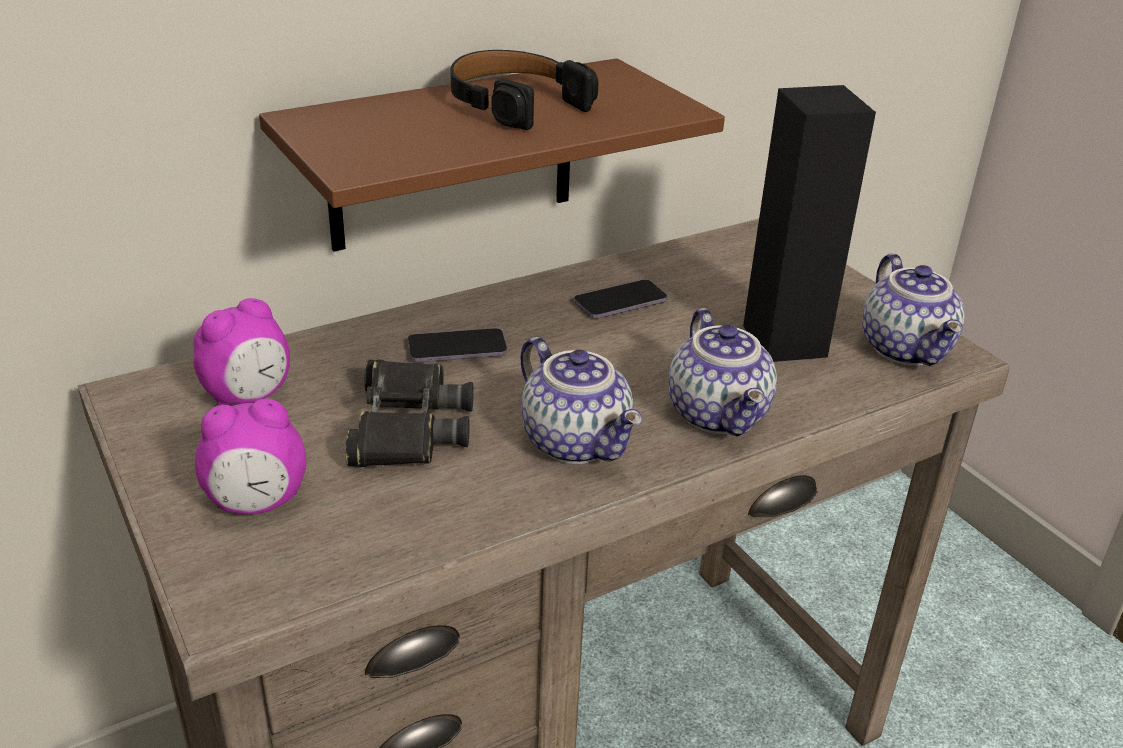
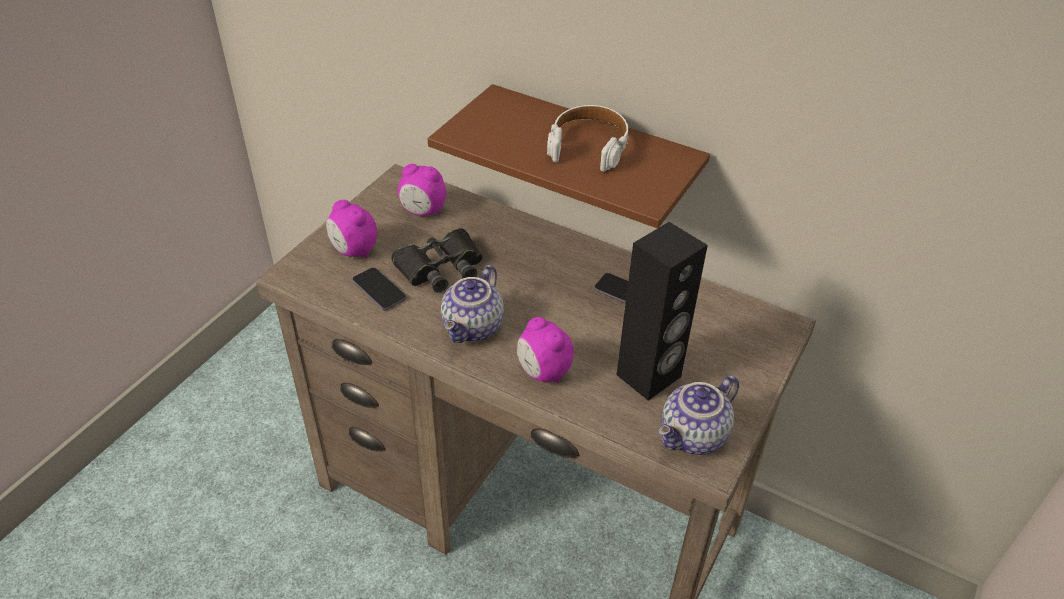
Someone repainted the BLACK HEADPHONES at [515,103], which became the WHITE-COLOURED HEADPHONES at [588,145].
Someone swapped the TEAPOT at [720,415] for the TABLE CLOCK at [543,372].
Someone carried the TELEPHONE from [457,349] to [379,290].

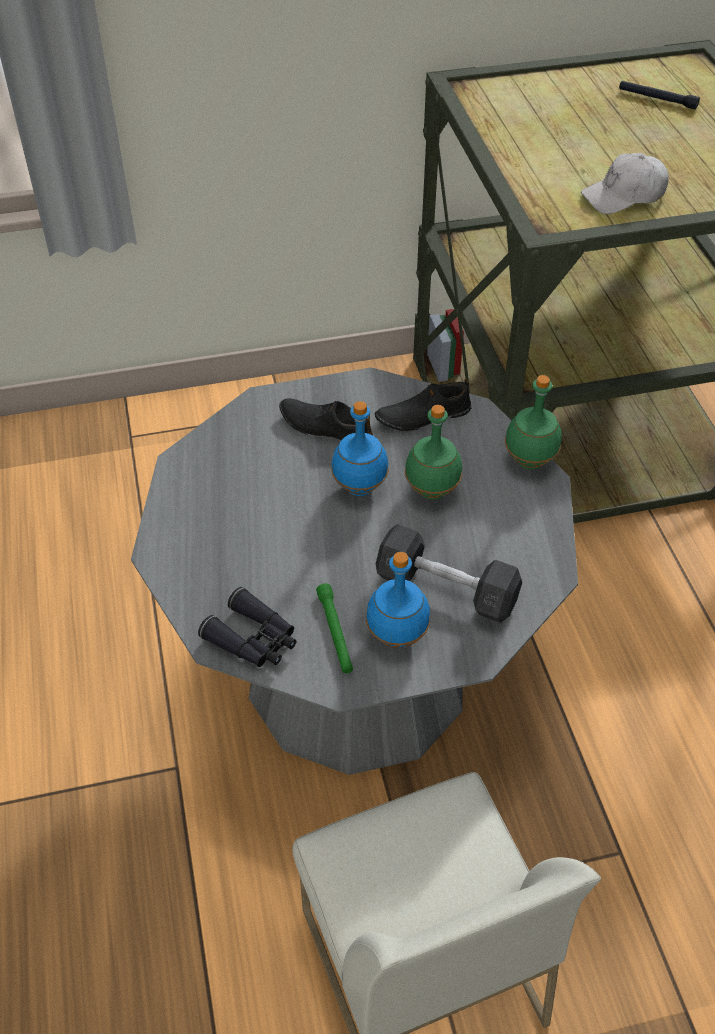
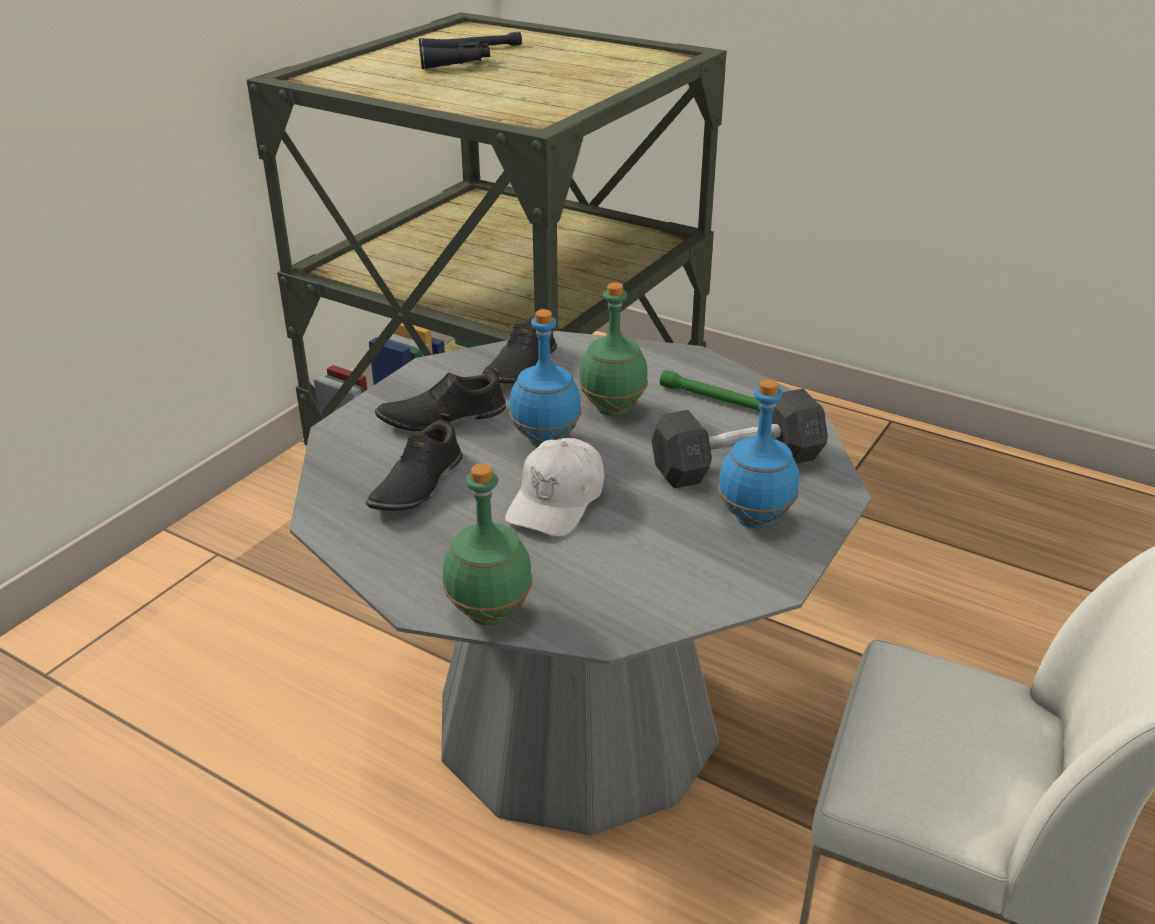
Someone carried the WHITE-COLOURED CAP from [624,196] to [557,501].
Someone carried the GREEN BOTTLE from [530,462] to [490,614].
Someone carried the GREEN HAND TORCH from [335,632] to [712,399].
Someone carried the BLACK BINOCULARS from [254,639] to [455,63].
Someone put down the BLACK SHOE at [416,484].

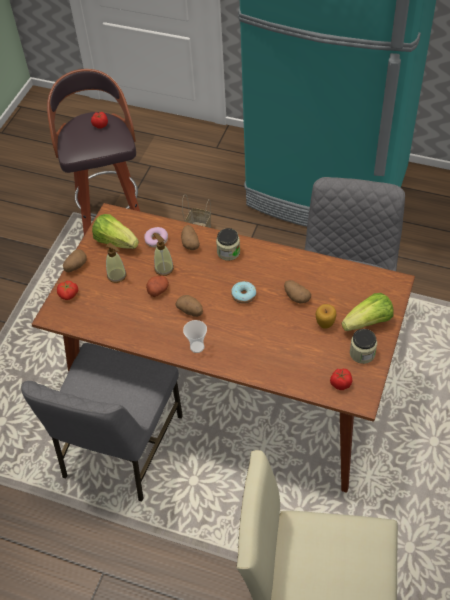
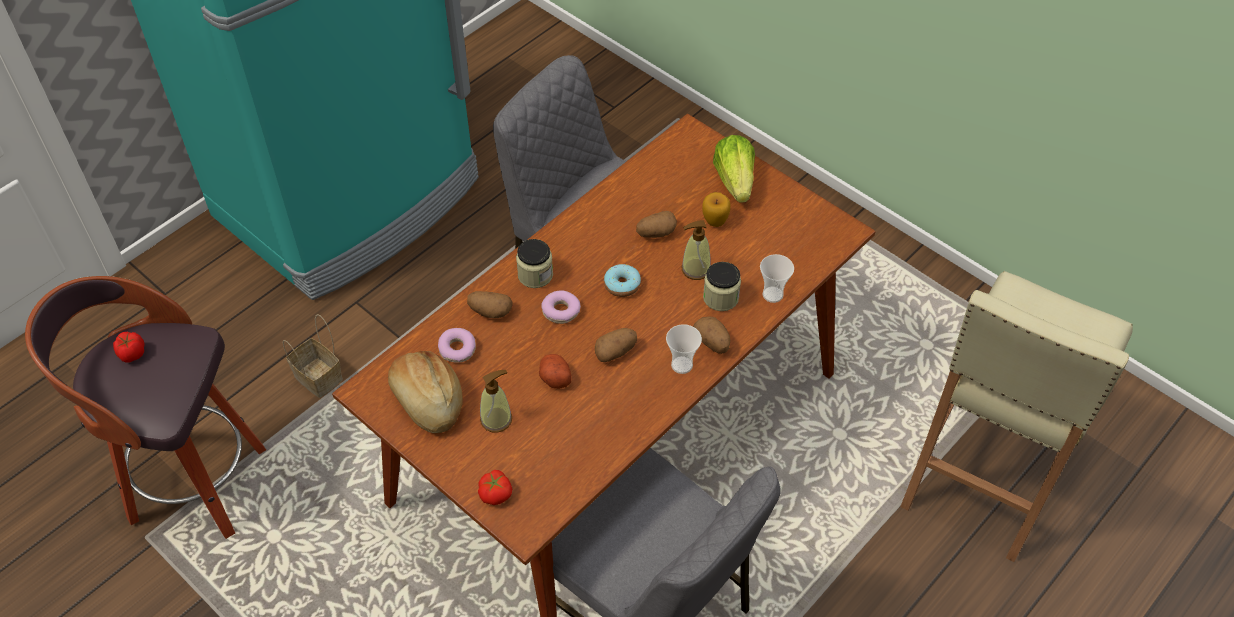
Someone swapped the LETTUCE at [115,241] for the BREAD at [427,401].
Someone carried the SOAP BOTTLE from [164,268] to [695,269].
Someone carried the POTATO from [75,266] to [712,342].
Someone carried the JAR from [362,353] to [721,298].
Someone took away the FRESH TOMATO at [340,383].
Someone put down the CUP at [772,294].
Someone put down the DOUGHNUT at [561,311].

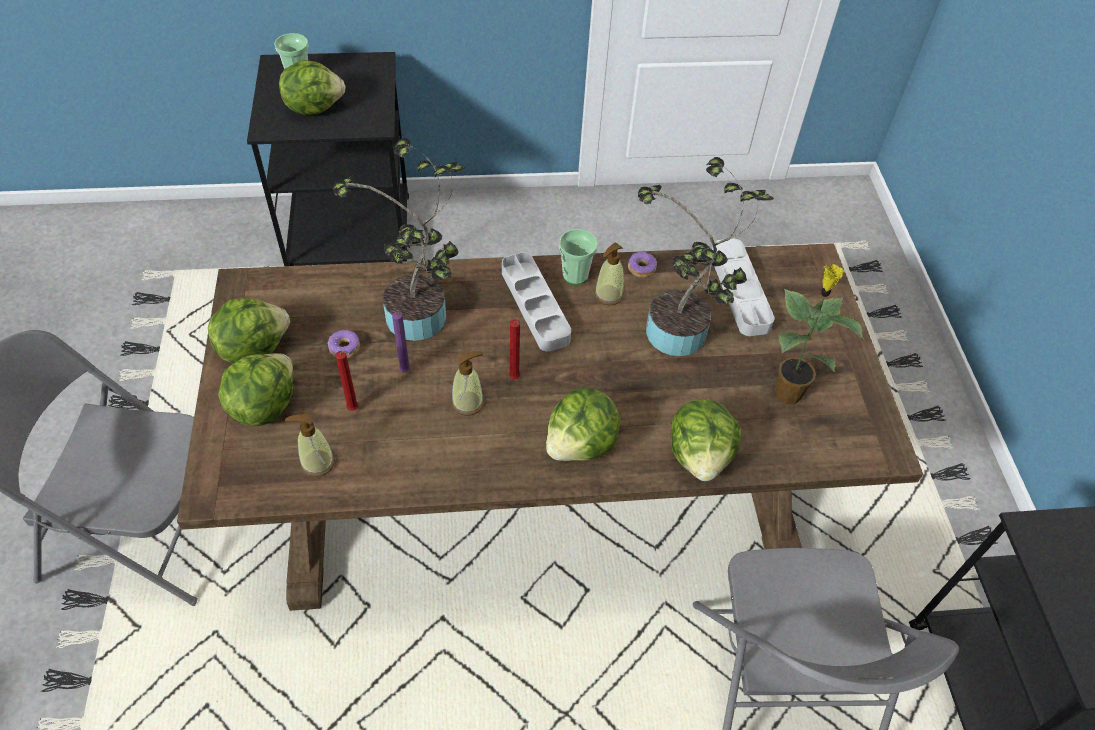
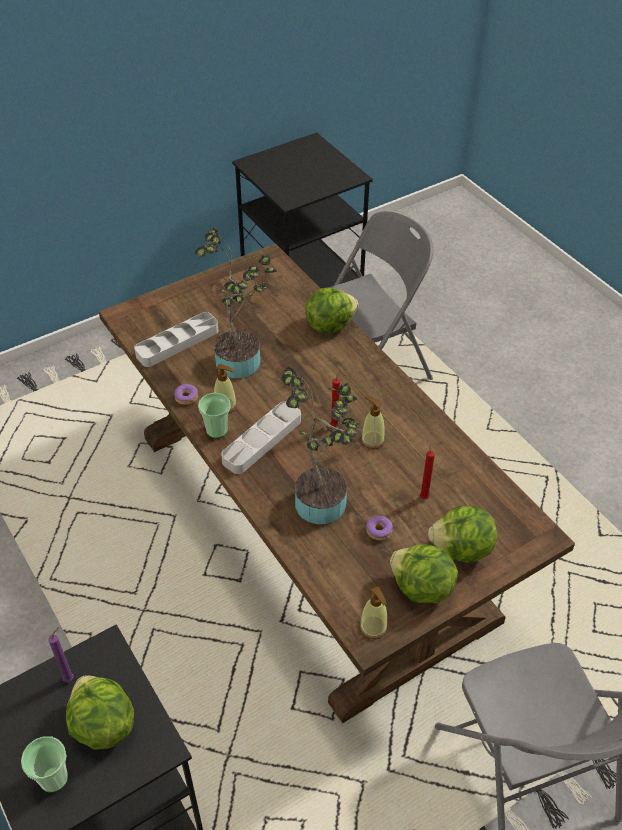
Someone took away the POTTED PLANT at [788,391].
Someone carried the PURPLE-COLOURED WAX LIGHT from [405,372] to [70,678].
Someone took away the LETTUCE at [581,444].
Someone carried the SOAP BOTTLE from [317,462] to [373,627].

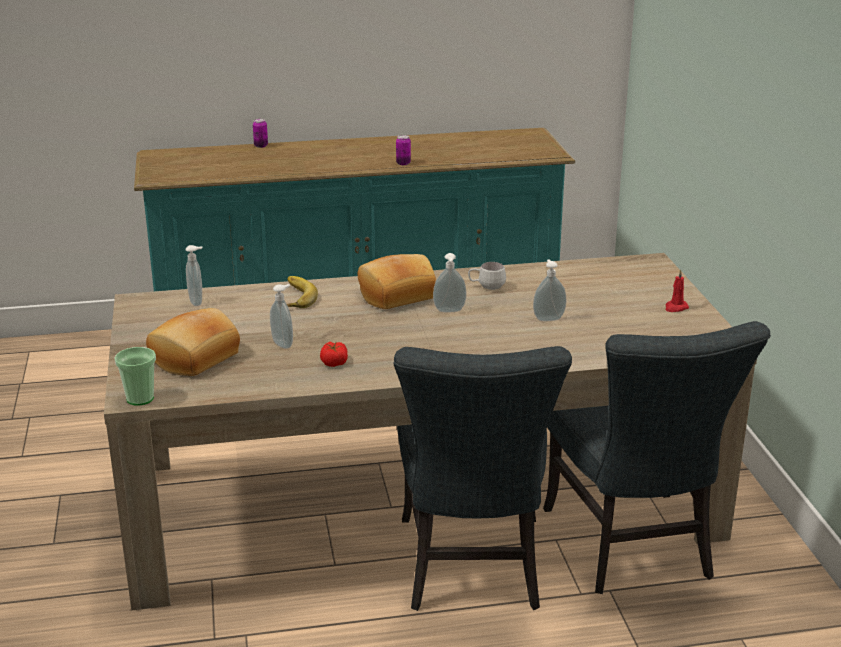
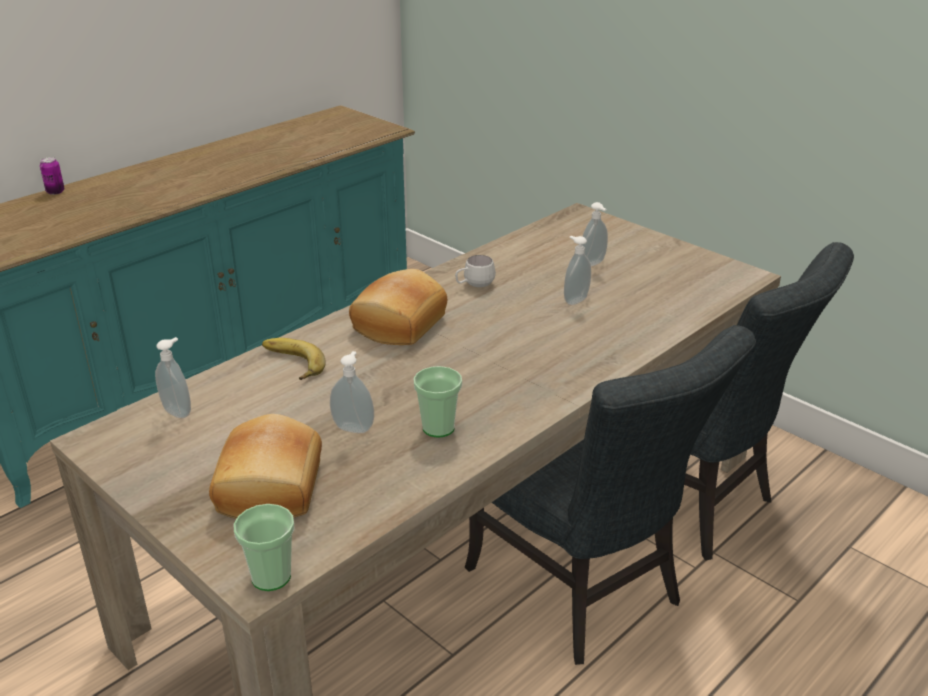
Someone took away the METAL CAN at [403,163].
Someone carried the SOAP BOTTLE from [449,311] to [594,264].
Someone took away the RED-COLOURED WAX LIGHT at [675,308].
Someone swapped the FRESH TOMATO at [334,362] for the CUP at [438,428].

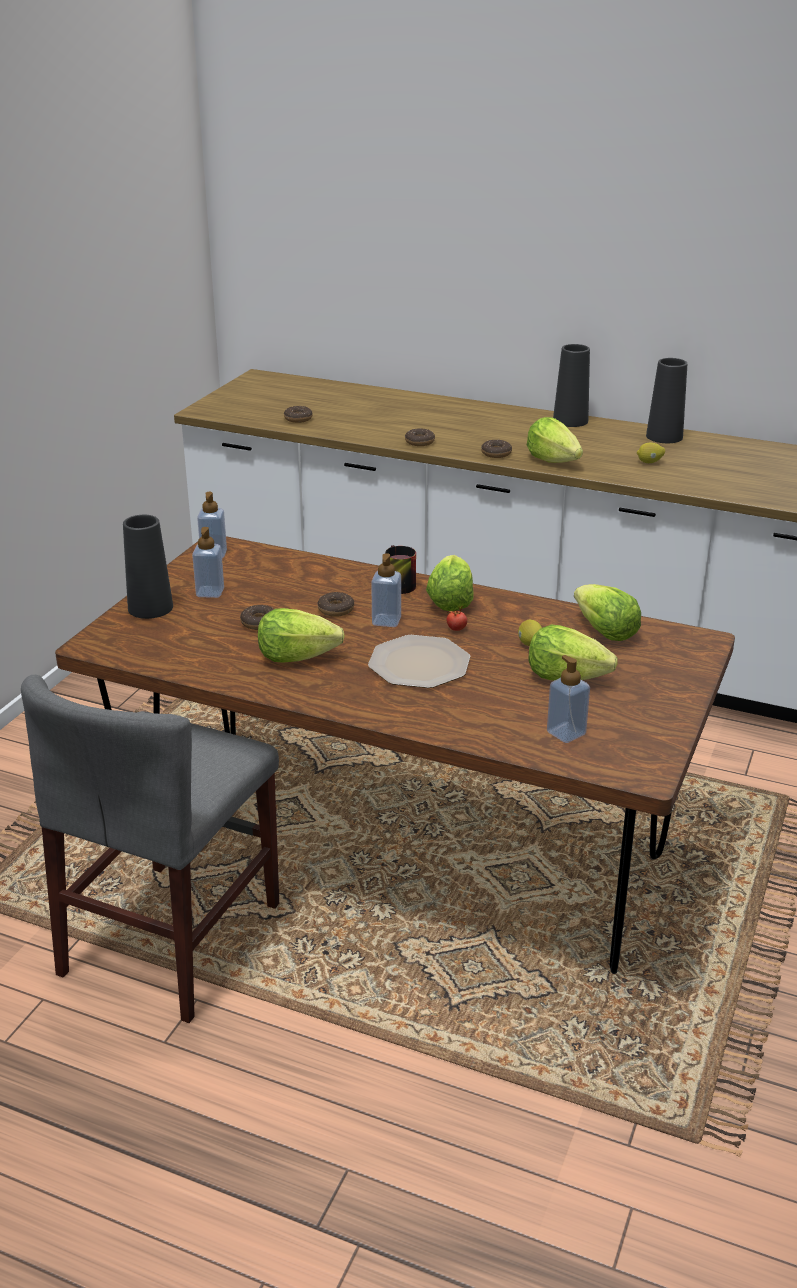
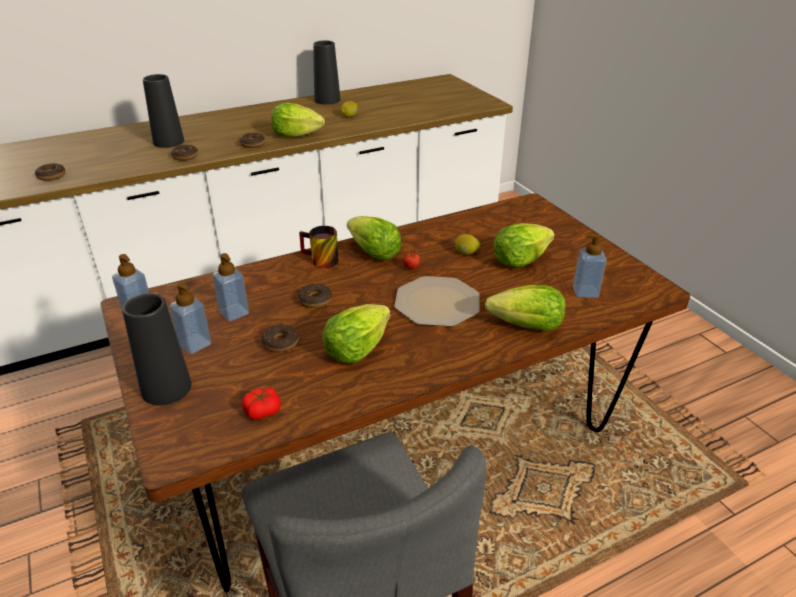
Someone carried the BLACK DECORATIVE VASE from [570,421] to [168,142].
Someone carried the SOAP BOTTLE from [386,621] to [234,313].
Someone carried the LETTUCE from [605,632] to [527,326].
Someone put down the FRESH TOMATO at [262,411].

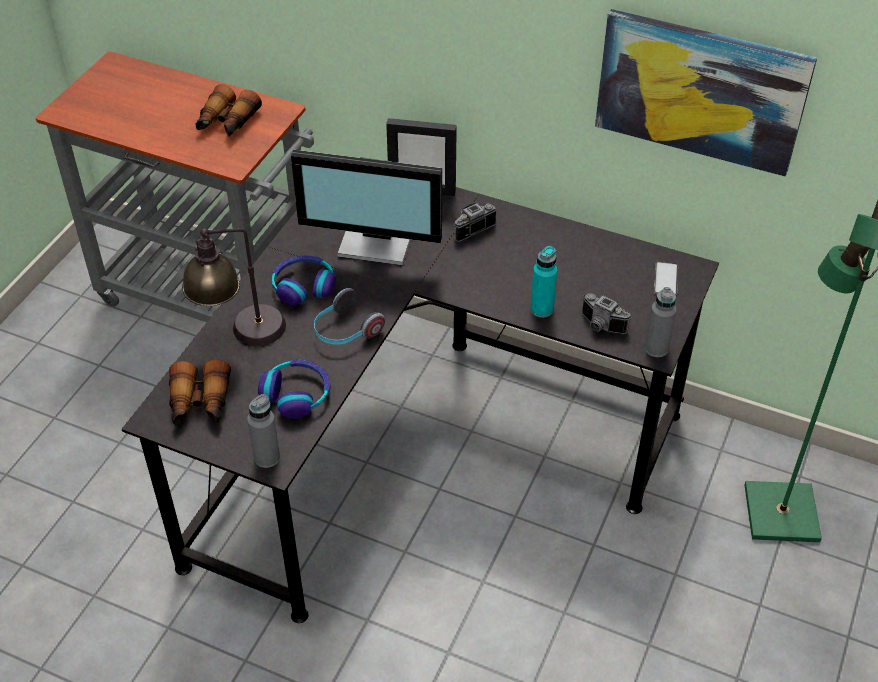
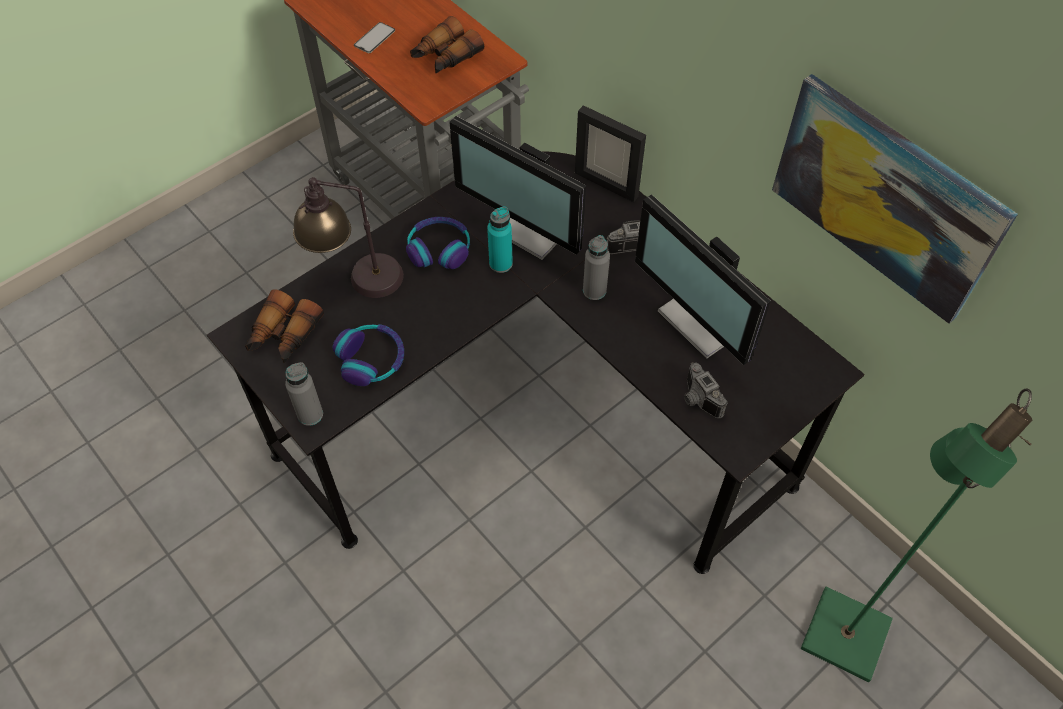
Someone carried the TURQUOISE BOTTLE from [541,309] to [500,263].
Someone carried the TELEPHONE from [665,279] to [374,38].
Someone carried the GREY BOTTLE from [656,348] to [594,290].
Someone took away the HEADPHONES at [345,331].
Someone put down the COMPUTER SCREEN at [706,319].

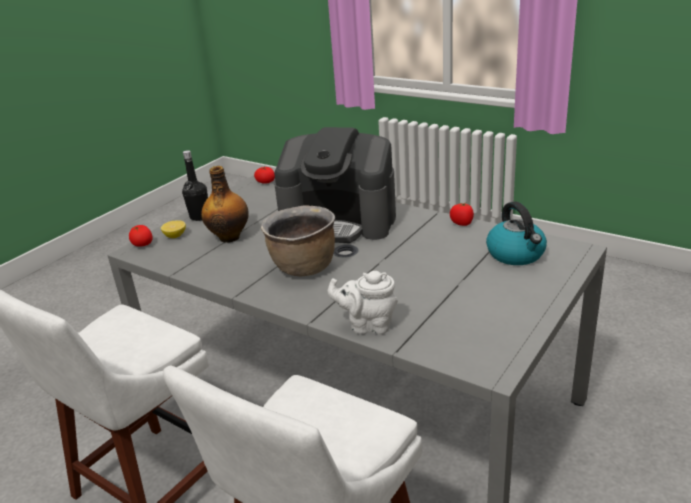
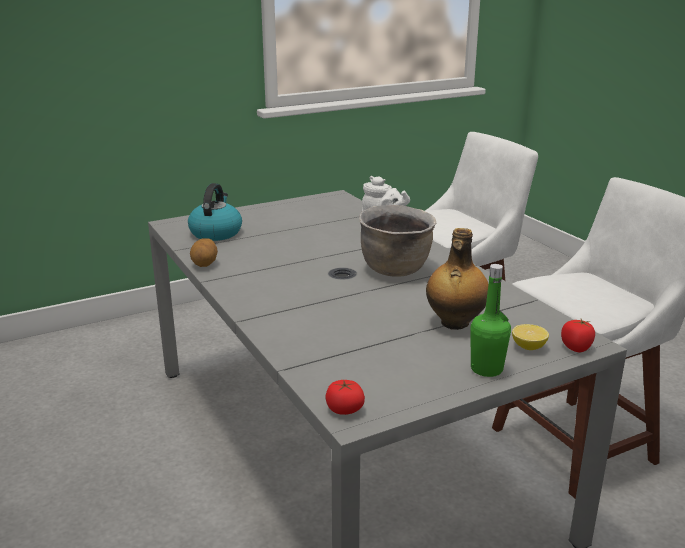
Someone took away the COFFEE BREWER at [340,221].
Someone repainted the BLACK BOTTLE at [199,217], which became the GREEN BOTTLE at [486,369].
Someone swapped the FRESH TOMATO at [462,223] for the POTATO at [205,264].

